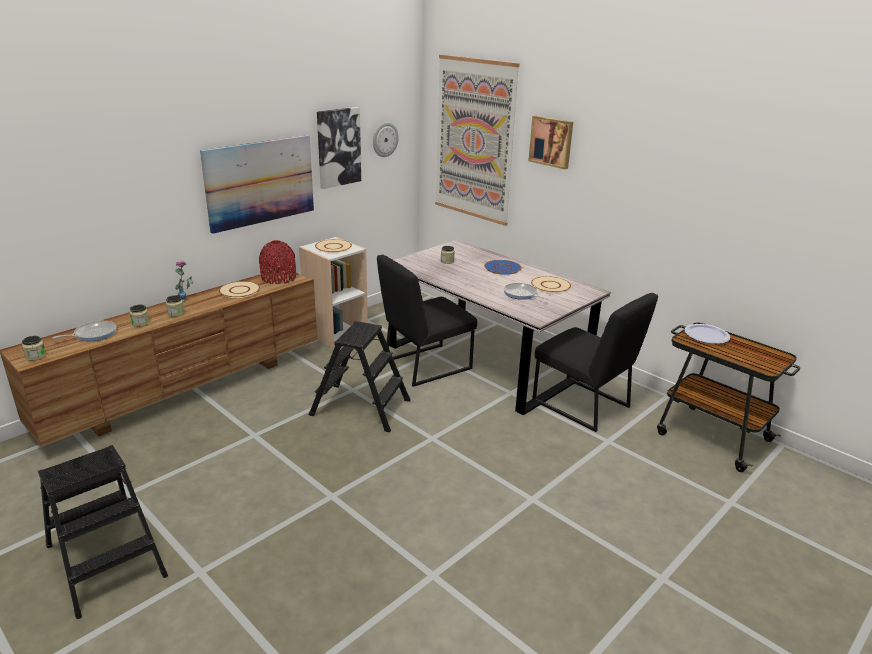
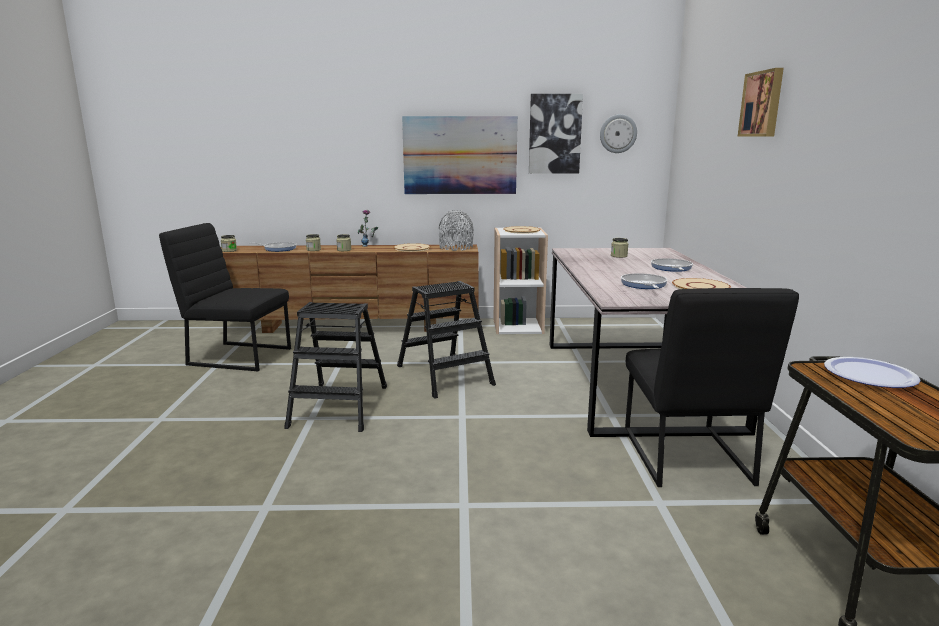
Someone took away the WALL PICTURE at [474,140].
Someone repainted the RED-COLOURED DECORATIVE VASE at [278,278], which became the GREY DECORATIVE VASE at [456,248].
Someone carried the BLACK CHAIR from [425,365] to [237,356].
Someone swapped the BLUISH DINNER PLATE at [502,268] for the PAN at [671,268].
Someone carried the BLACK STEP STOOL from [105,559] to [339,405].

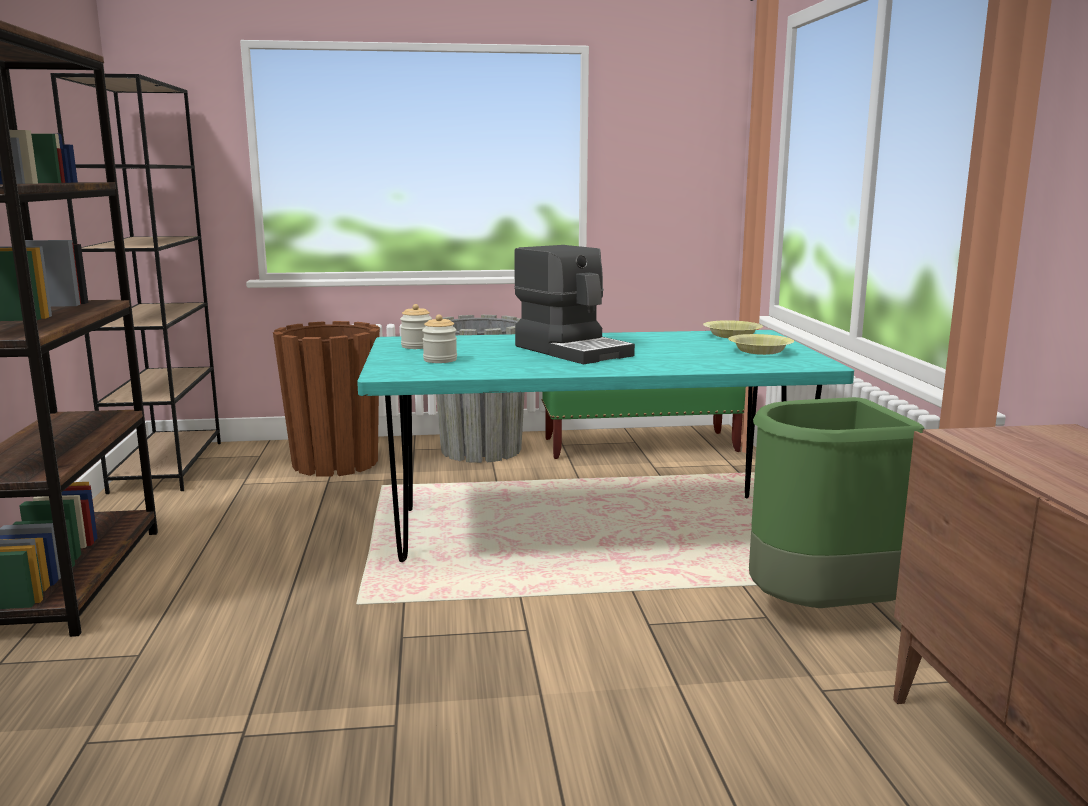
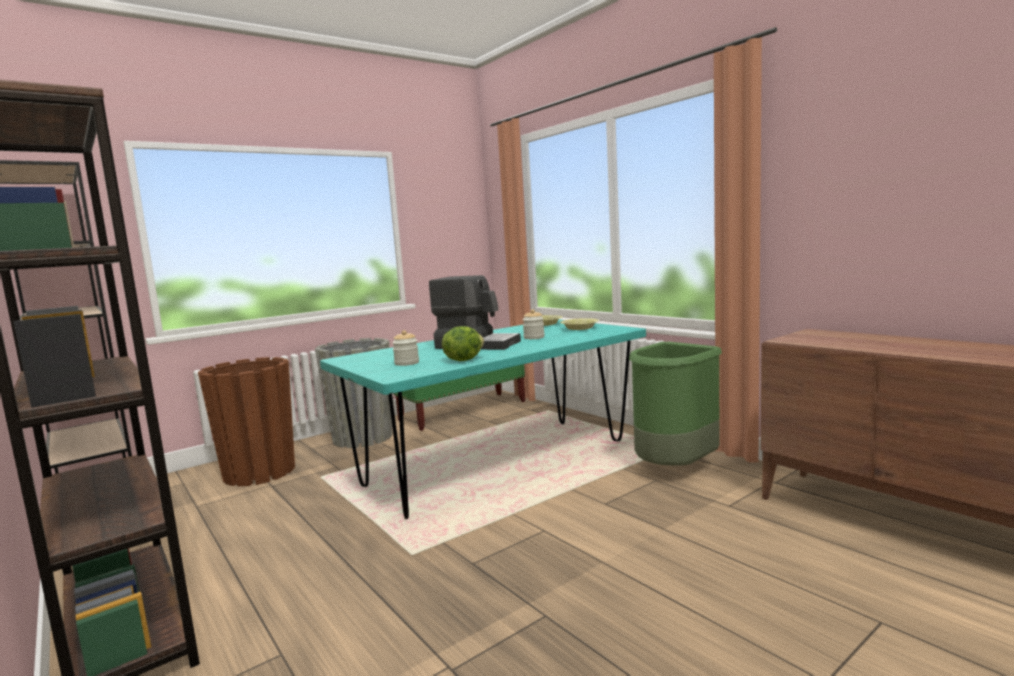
Someone carried the JAR from [417,346] to [534,337].
Someone put down the LETTUCE at [463,360].

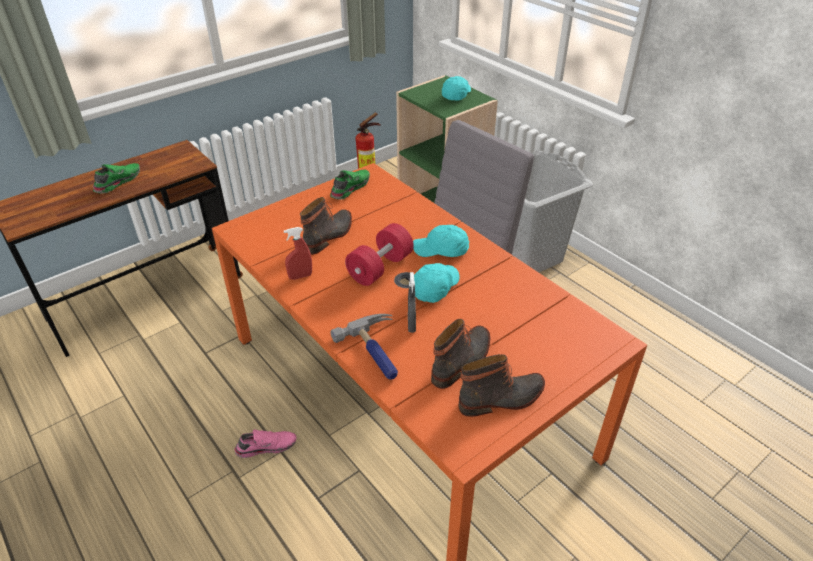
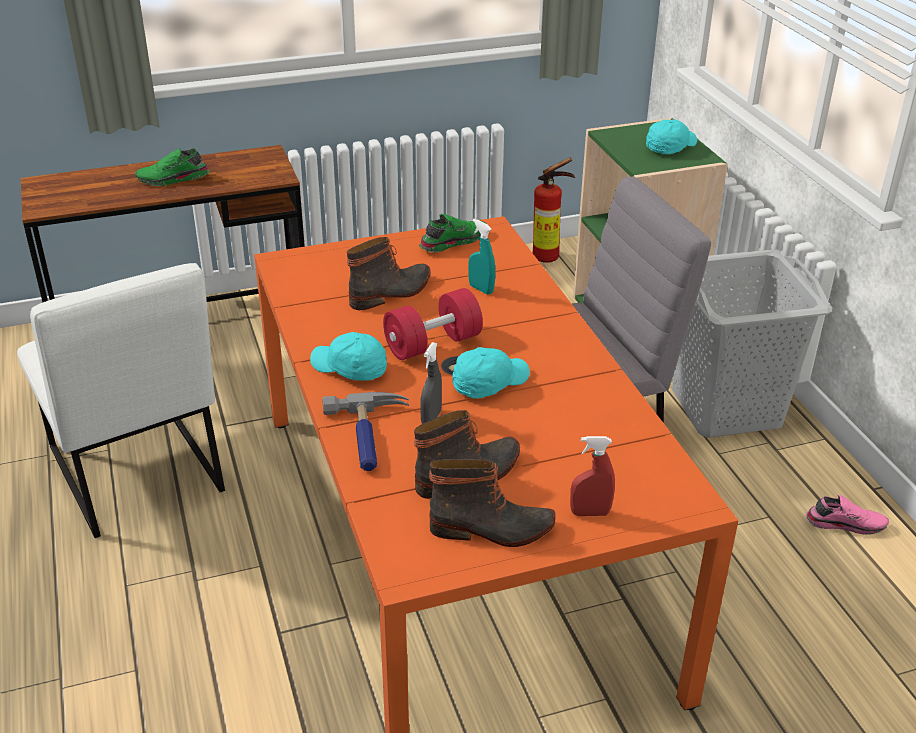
Someone rotated the GREEN SHOE at [117,182] by 150 degrees counterclockwise.
Someone carried the TURQUOISE CAP from [441,250] to [350,368].
Someone carried the RED-COLOURED SPRAYER from [300,276] to [590,513].
Someone carried the PINK SHOE from [266,446] to [845,523].
Someone put down the TURQUOISE SPRAYER at [481,289].
Someone put down the WHITE-COLOURED CHAIR at [136,472].

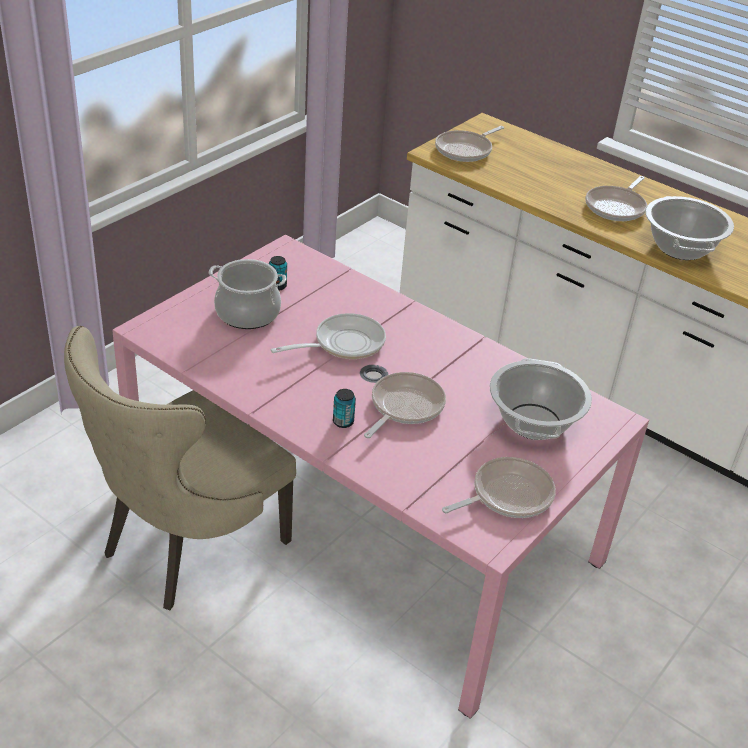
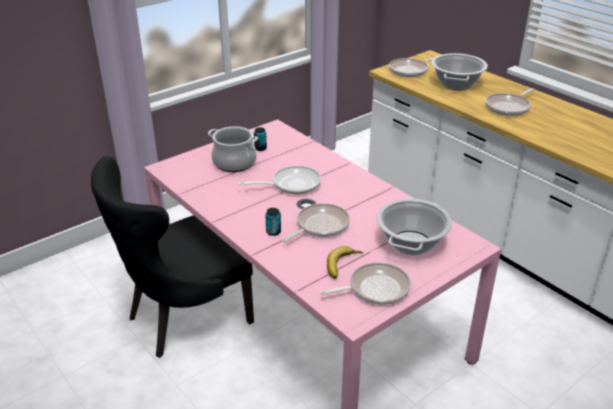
Someone carried the STOCKPOT from [680,247] to [456,84].
Someone repainted the BEIGE CHAIR at [187,546], which became the BLACK CHAIR at [183,318].
Someone put down the BANANA FRUIT at [344,266].

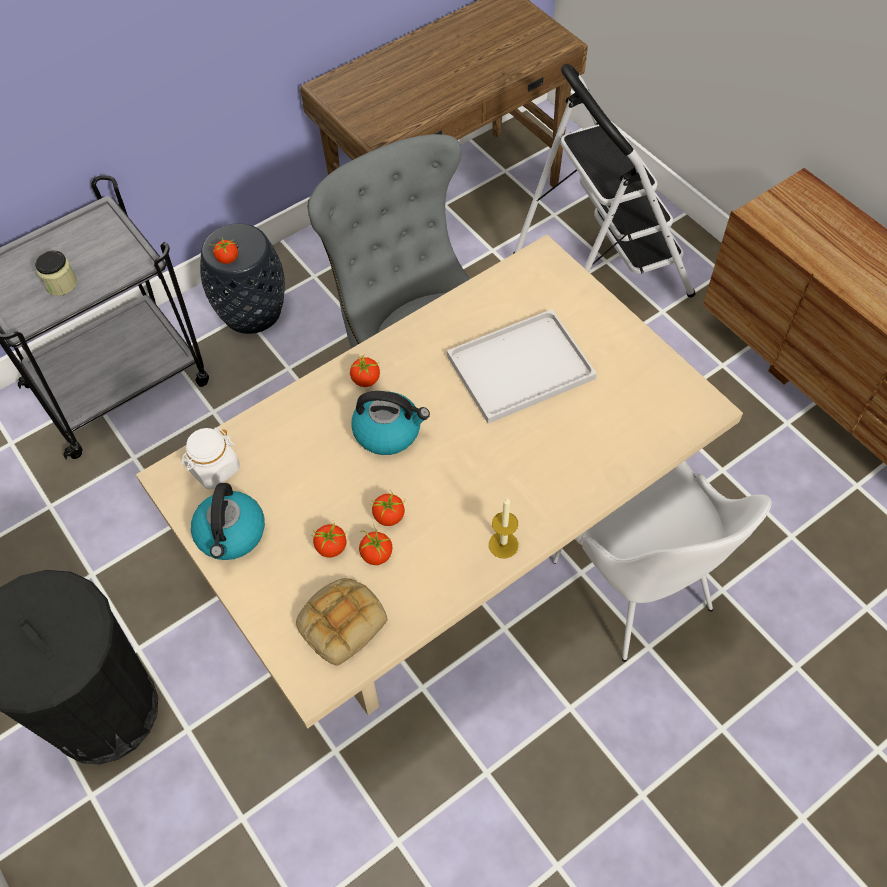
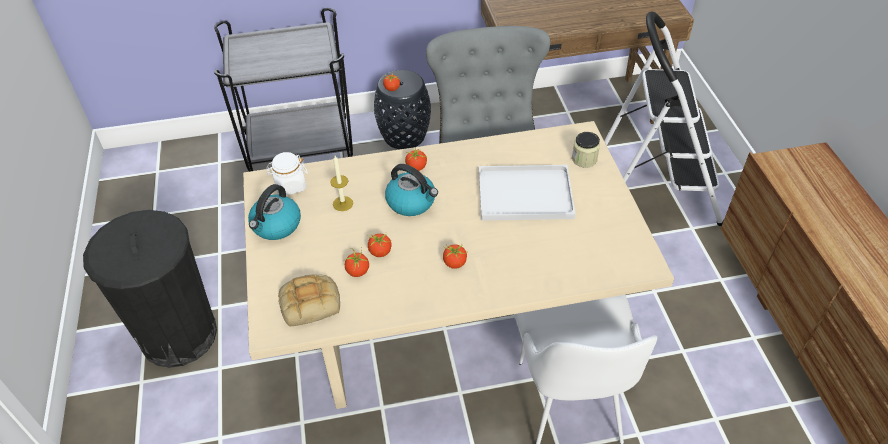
Someone carried the JAR from [61,284] to [584,159].
Someone carried the WAX LIGHT from [503,545] to [343,203].
Someone carried the FRESH TOMATO from [332,547] to [455,263].

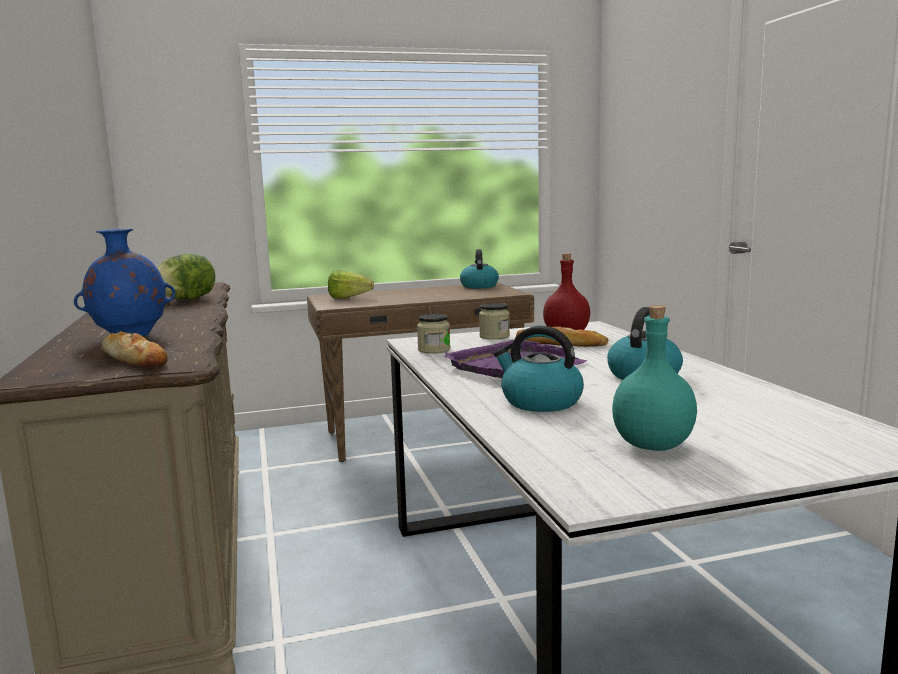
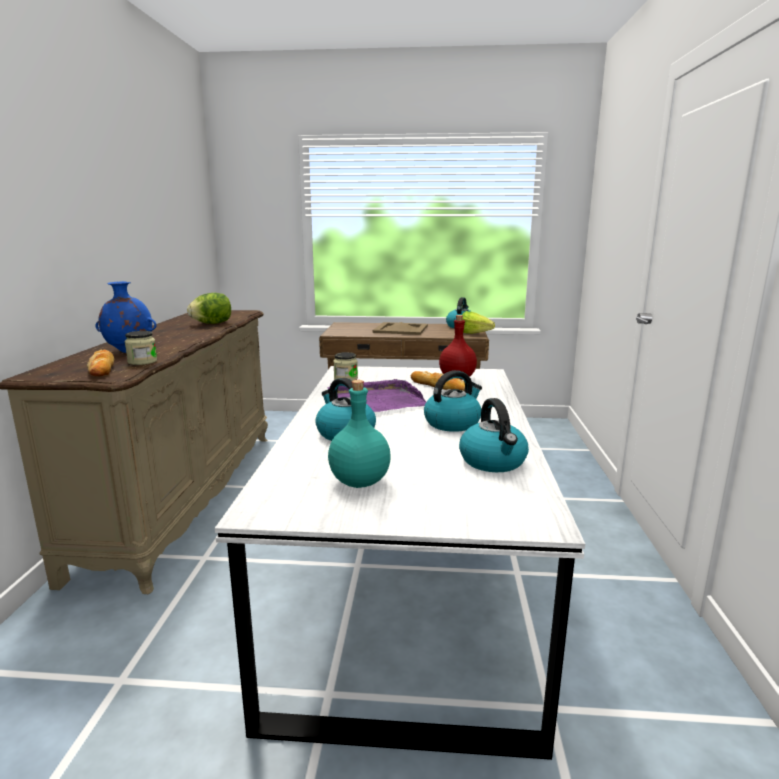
Someone carried the LETTUCE from [352,298] to [477,334].
Someone carried the JAR from [494,336] to [142,362].
Someone put down the BEIGE SERVING TRAY at [401,329].
Someone put down the KETTLE at [493,461].

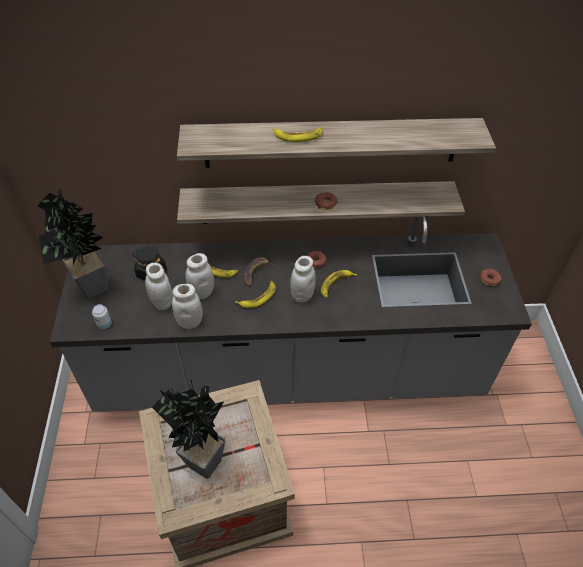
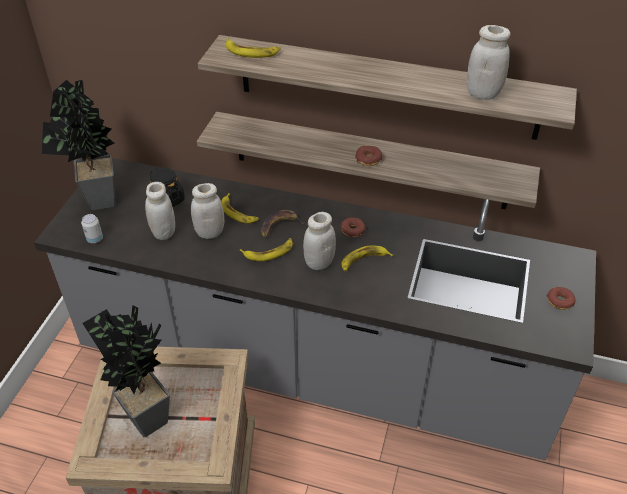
Someone carried the BANANA FRUIT from [298,136] to [251,52].
Someone carried the WHITE-COLOURED JAR from [190,322] to [483,93].

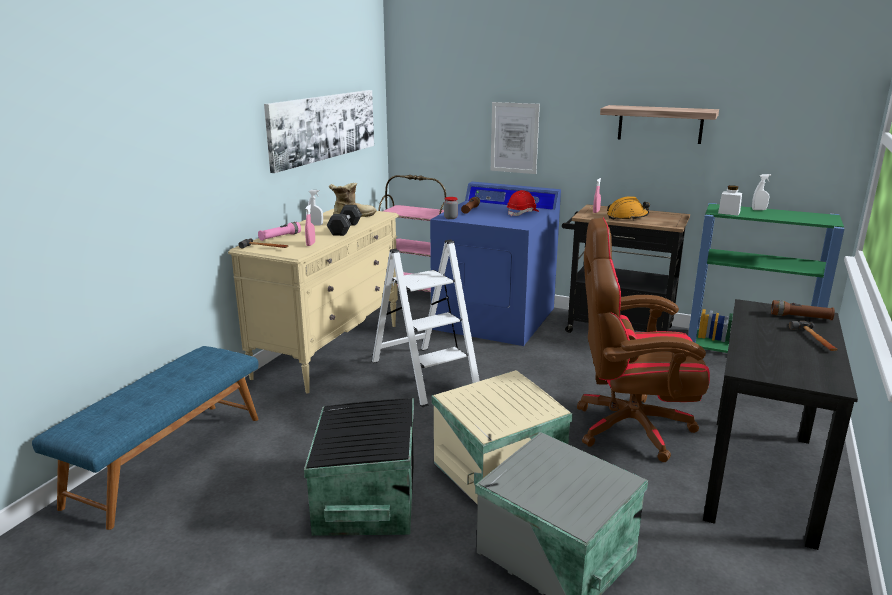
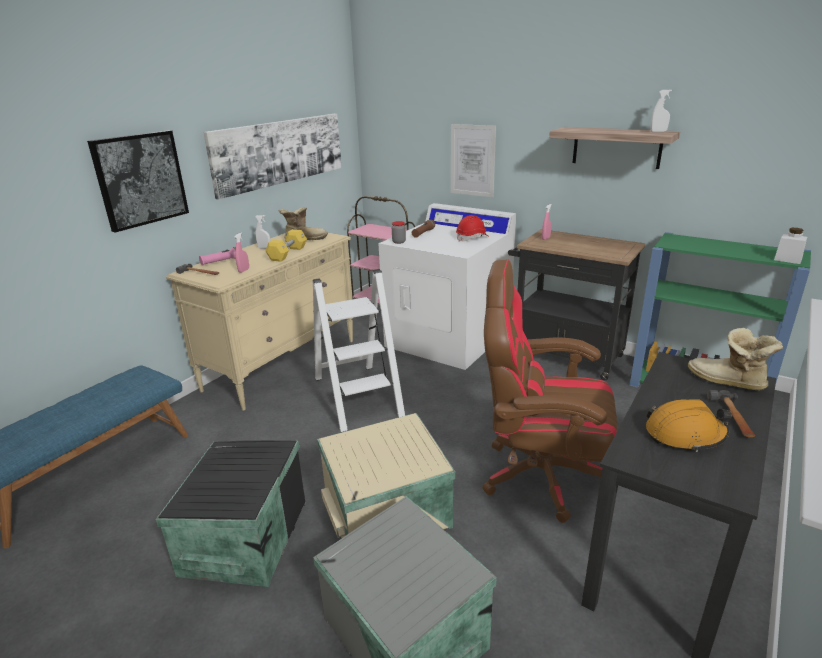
Someone carried the WHITE-COLOURED SPRAYER from [759,209] to [658,132].
Someone repainted the BLUISH LAUNDRY MACHINE at [495,318], which became the WHITE-COLOURED LAUNDRY MACHINE at [449,338].
Someone carried the WHITE-COLOURED JAR from [729,212] to [788,259].
Someone carried the ORANGEY WORK HELMET from [627,217] to [684,434].
Someone repainted the BLACK FREE WEIGHT at [345,229], which became the YELLOW FREE WEIGHT at [287,253].
Someone swapped the BROWNISH HAND TORCH at [800,317] for the HIGH-TOP BOOT at [727,382].
Someone put up the WALL PICTURE at [140,179].

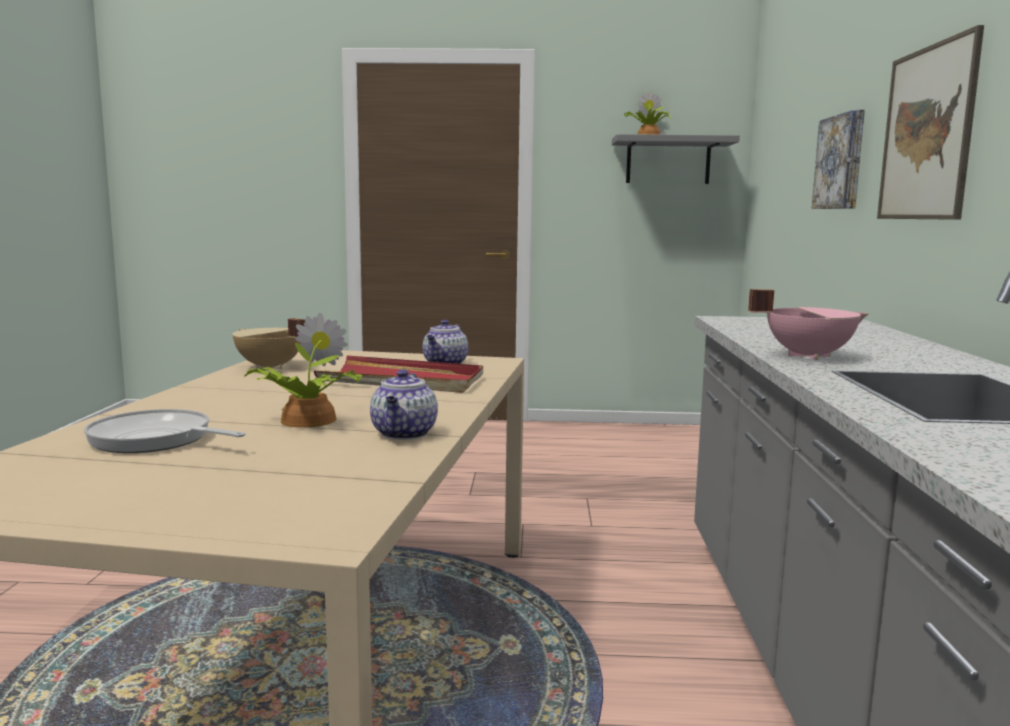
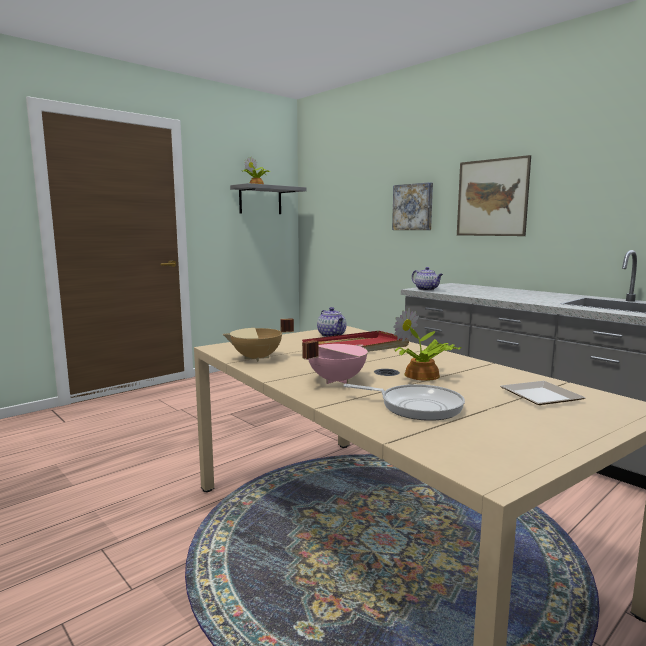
Someone carried the PINK STOCKPOT from [807,355] to [335,380].
Someone carried the TEAPOT from [404,434] to [427,289].
Someone rotated the PAN at [155,440] by 135 degrees counterclockwise.
Someone put down the DINNER PLATE at [537,396].

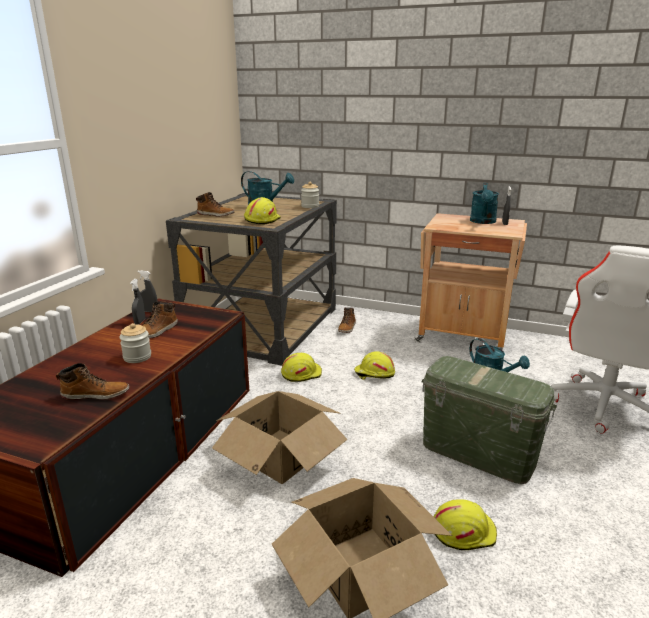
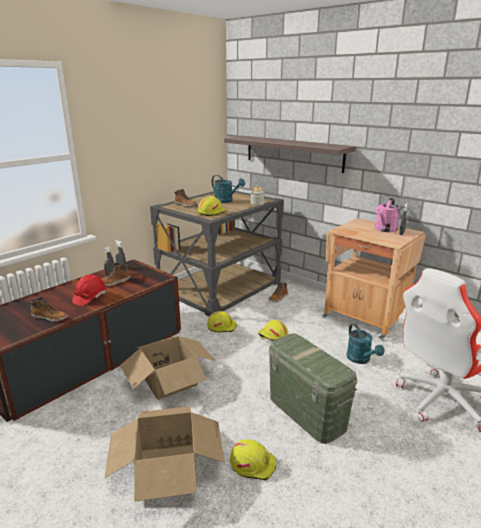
Someone repainted the TURQUOISE WATERING POT at [483,222], which became the PINK WATERING POT at [384,230].
Someone swapped the JAR at [137,357] for the RED-COLOURED WORK HELMET at [90,297].
Someone put up the SHELF at [293,153].

